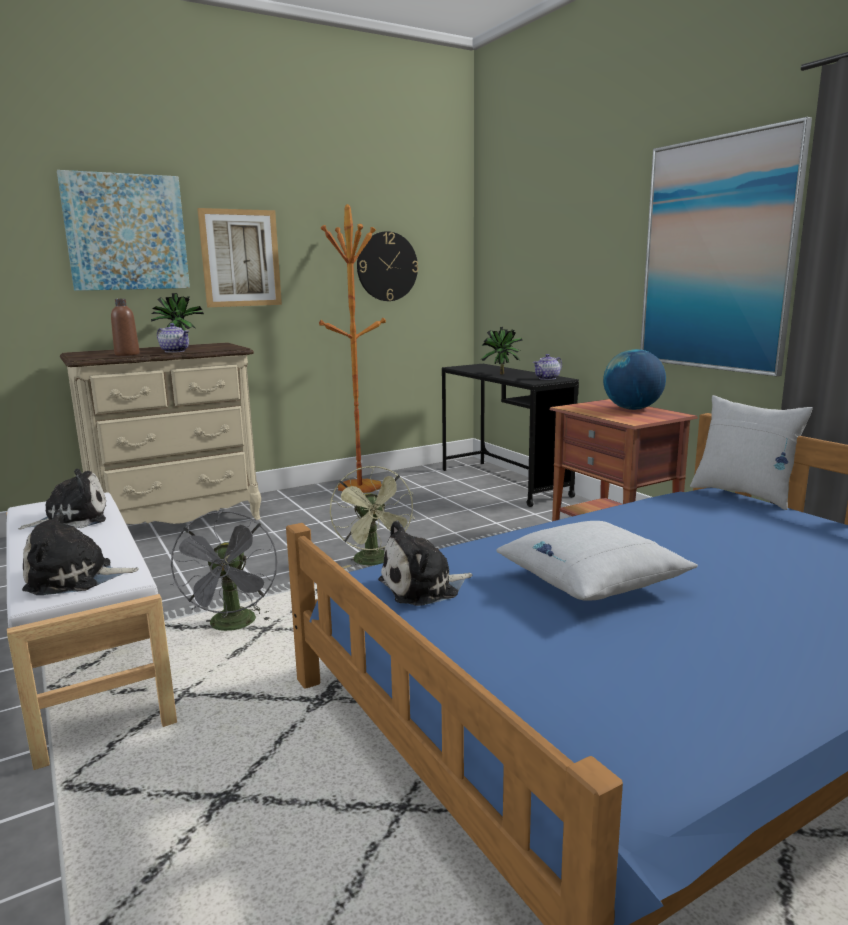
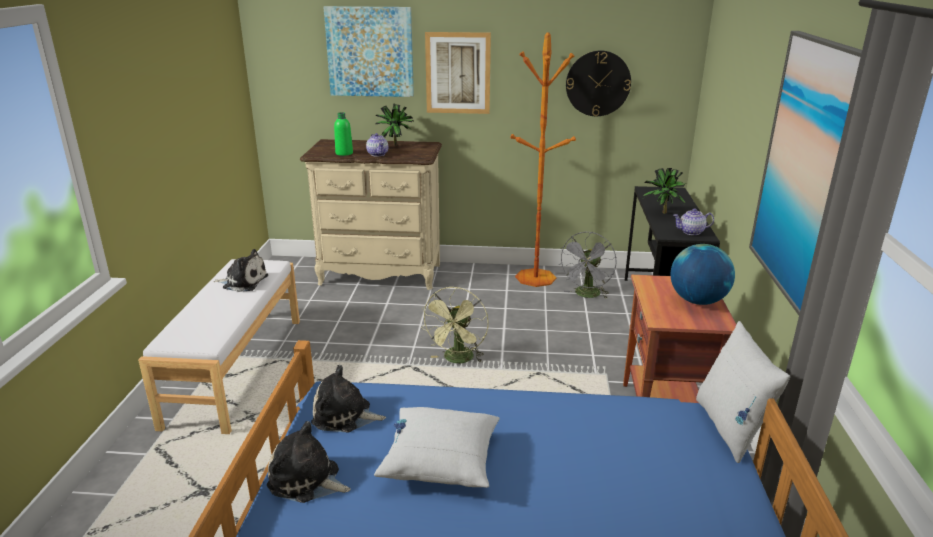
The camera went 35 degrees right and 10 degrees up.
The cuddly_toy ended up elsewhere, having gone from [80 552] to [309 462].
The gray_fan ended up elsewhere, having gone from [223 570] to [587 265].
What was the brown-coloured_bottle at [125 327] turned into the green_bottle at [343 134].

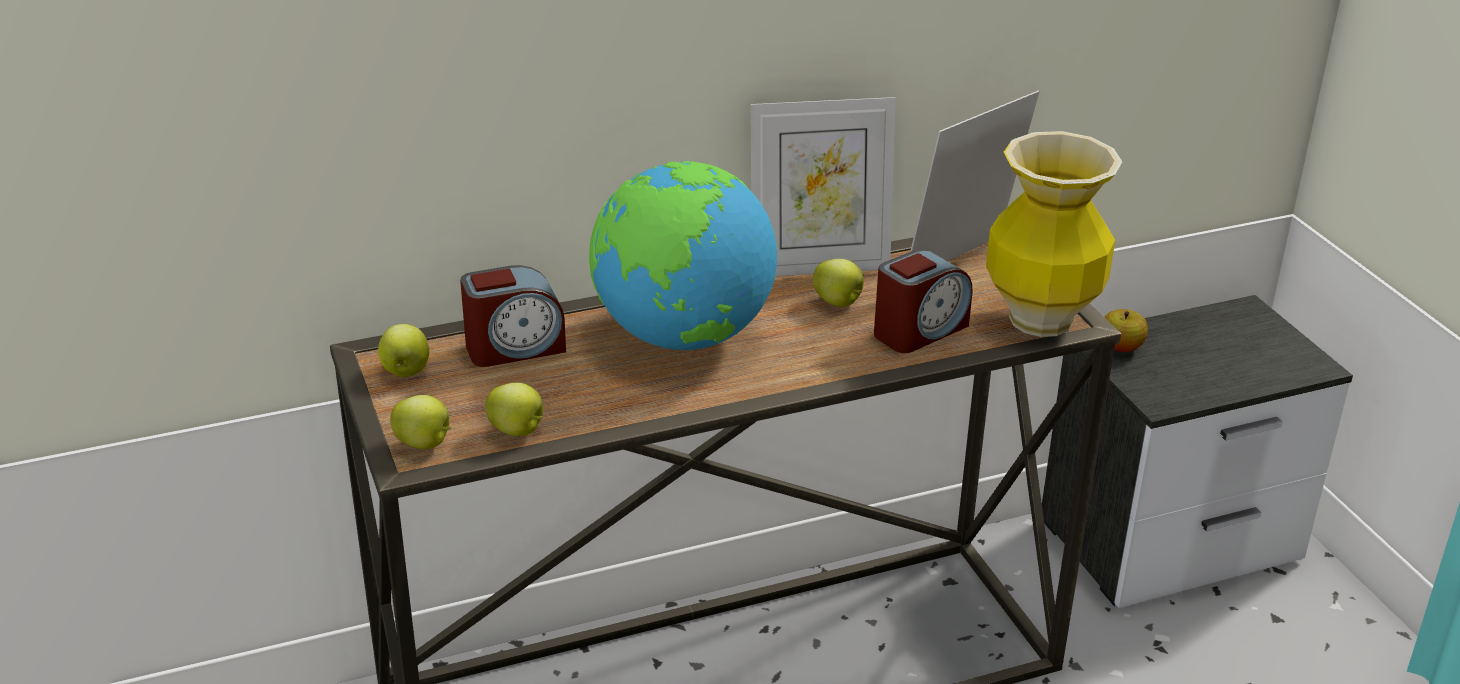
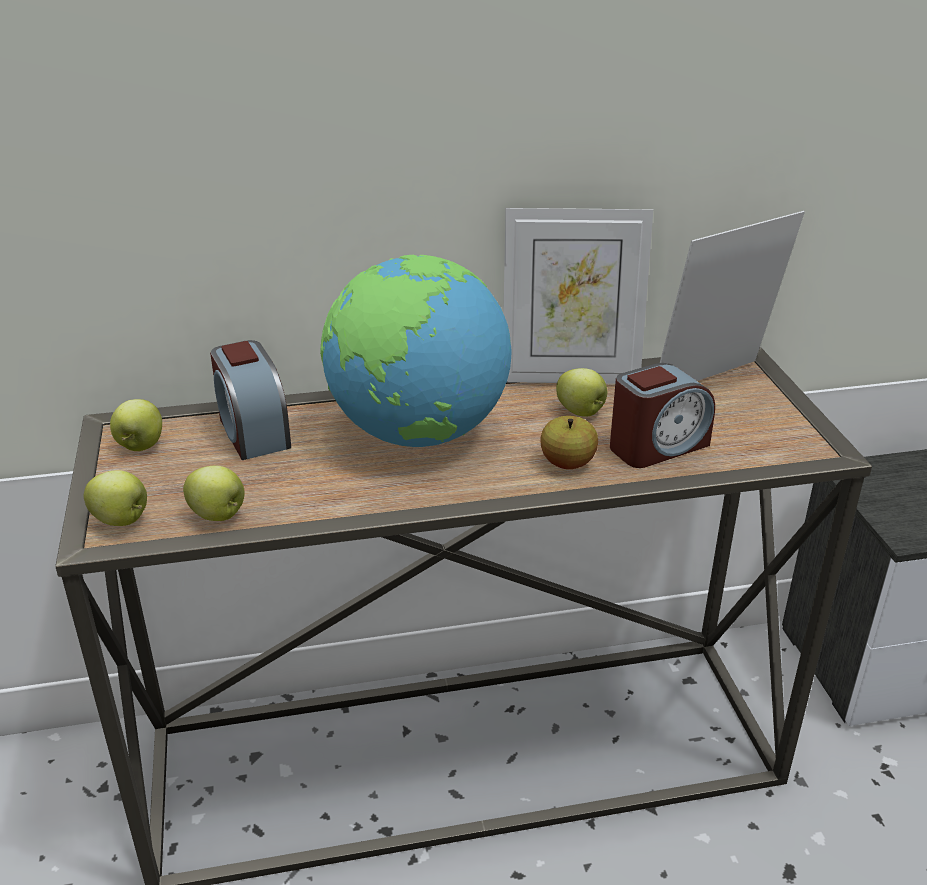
The camera went 10 degrees right and 0 degrees up.
The second view lost the decorative_vase at [1054 234].
The apple_fruit ended up elsewhere, having gone from [1126 330] to [569 442].
The table_clock at [513 316] ended up facing another way, 75 degrees clockwise from before.

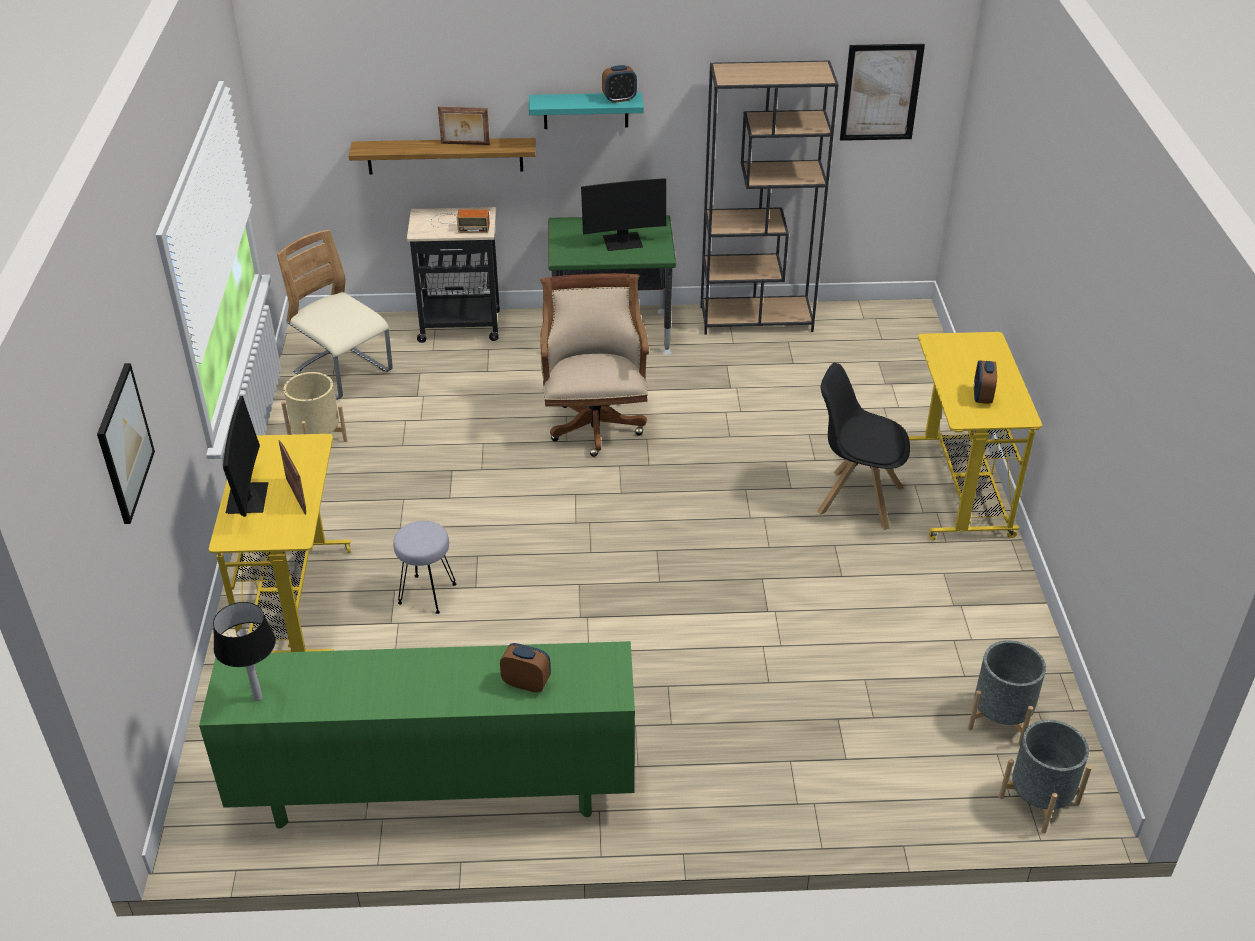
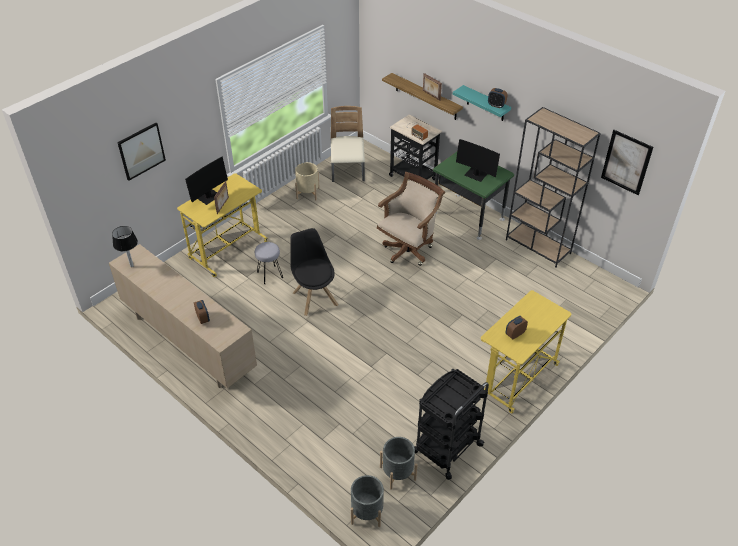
The camera went 45 degrees right and 5 degrees up.
The second view gained the black-coloured_wheeled_cart at [451 424].
The black-coloured_chair ended up elsewhere, having gone from [863 446] to [314 272].
What was the green_storage_cabinet at [417 734] turned into the beige_storage_cabinet at [183 316].

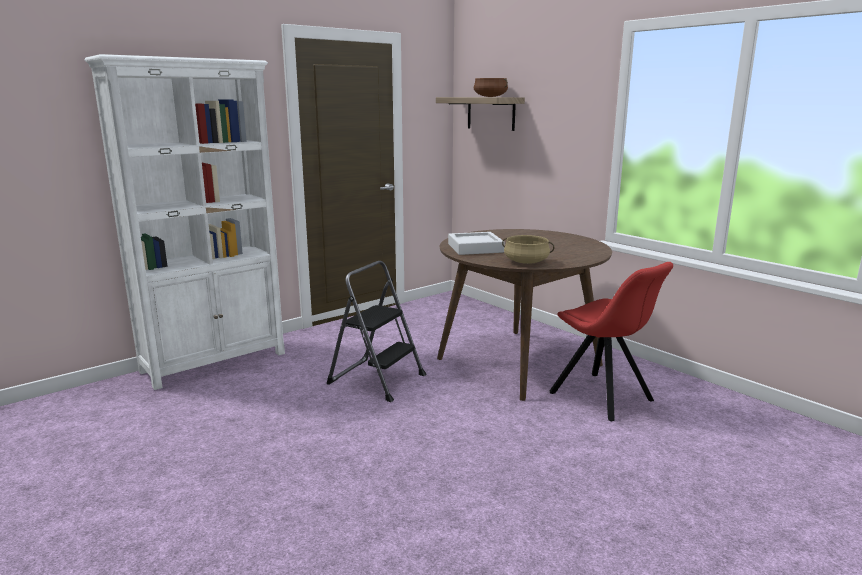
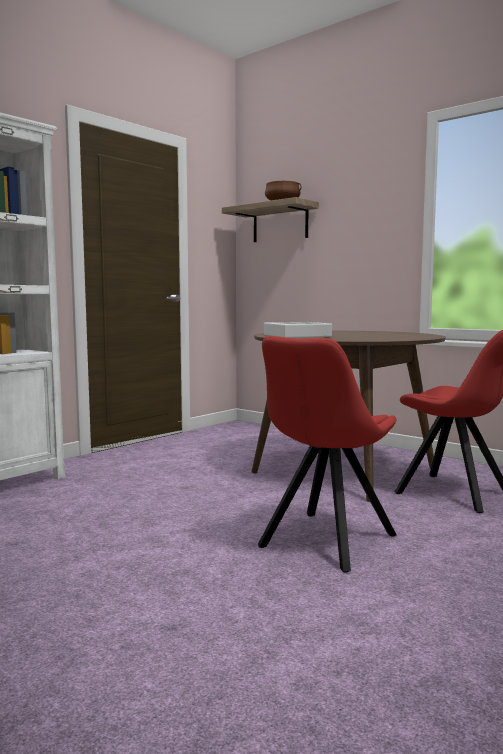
The camera went 10 degrees left and 10 degrees down.
The second view lost the black-coloured_stepladder at [376 331].
The second view lost the beige_saucepot at [528 249].
The second view gained the red_chair at [327 454].

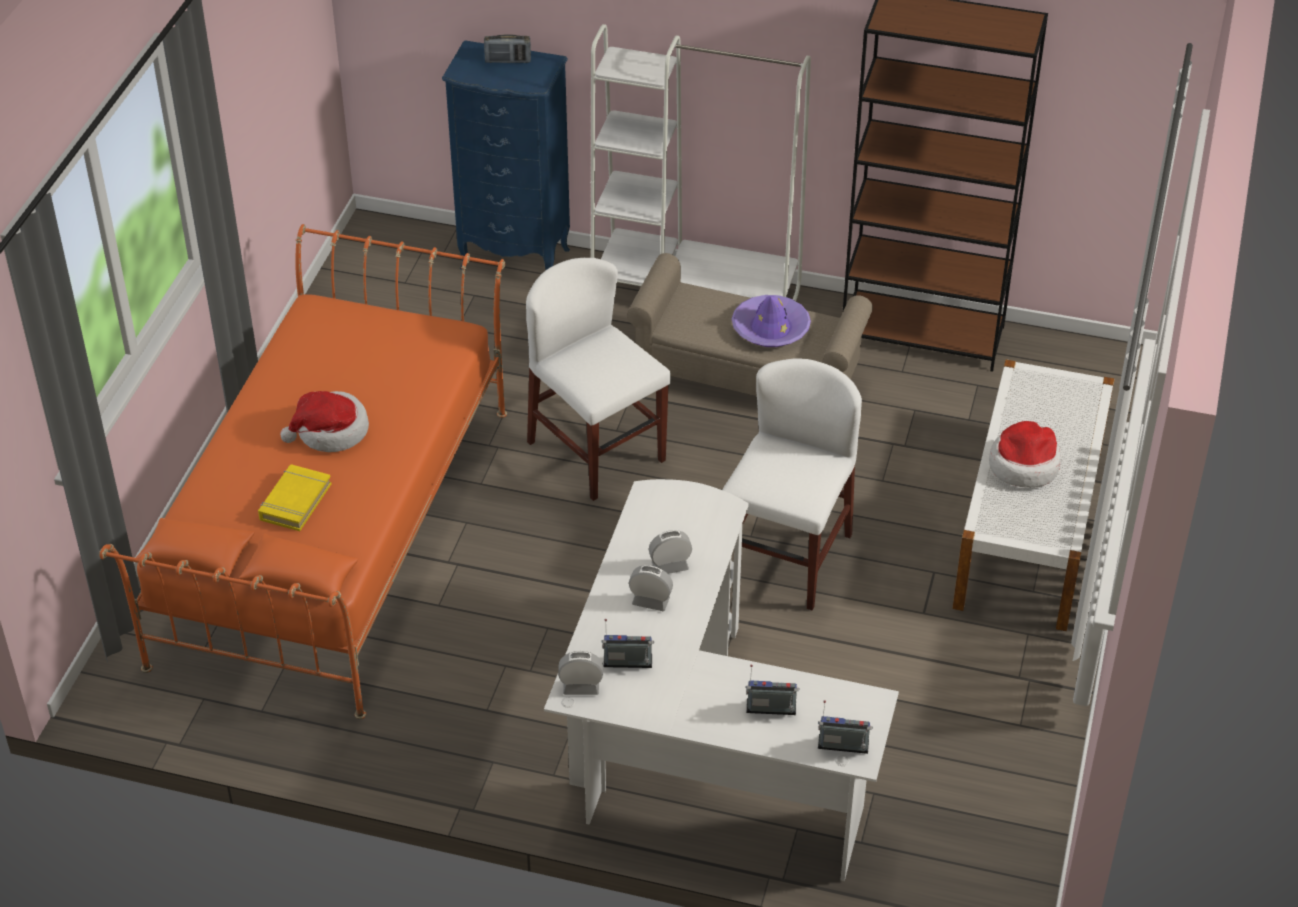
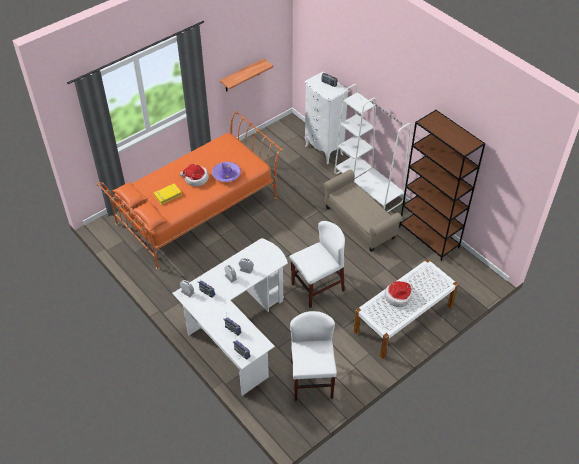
The camera went 35 degrees right and 5 degrees up.
The second view gained the wall_shelf at [246 75].
The whitish_chair ended up elsewhere, having gone from [598 379] to [313 356].
The purplish_wearable_hat ended up elsewhere, having gone from [771 321] to [226 172].
What was the bluish_dresser at [506 155] turned into the whitish_dresser at [327 118].

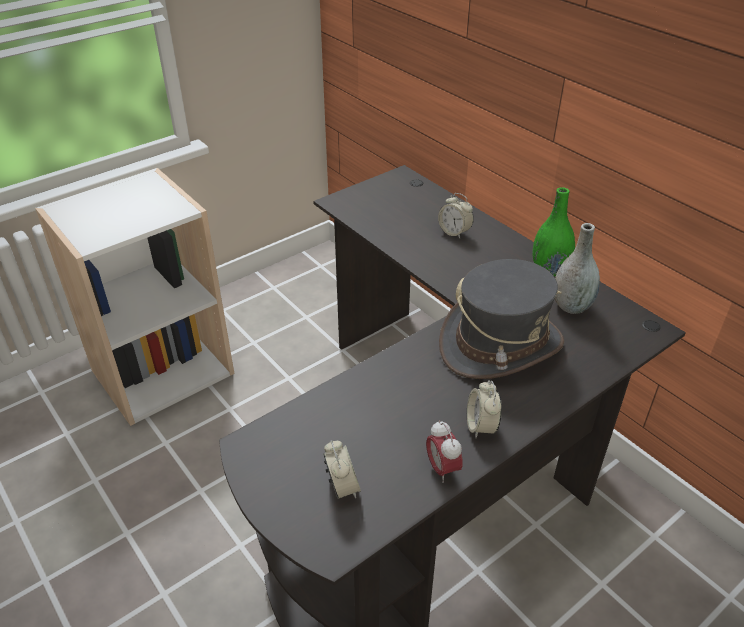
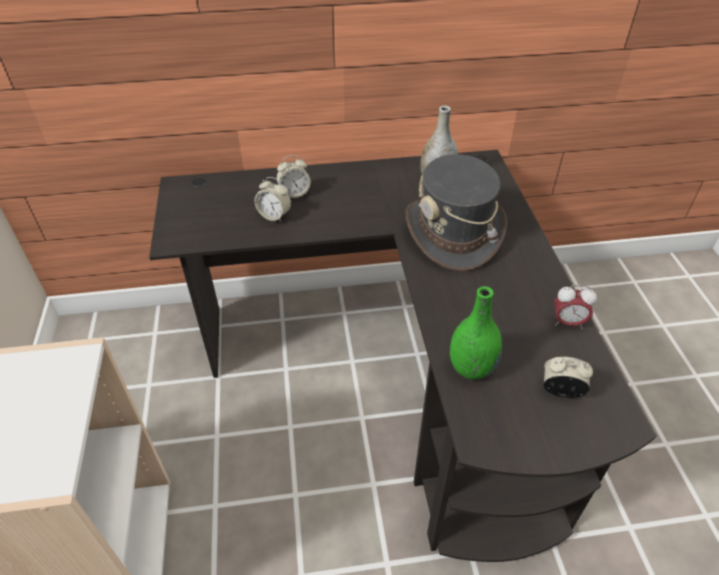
The camera went 60 degrees left and 5 degrees up.
The table_clock ended up elsewhere, having gone from [484 409] to [272 199].
The green_decorative_vase ended up elsewhere, having gone from [554 231] to [476 332].

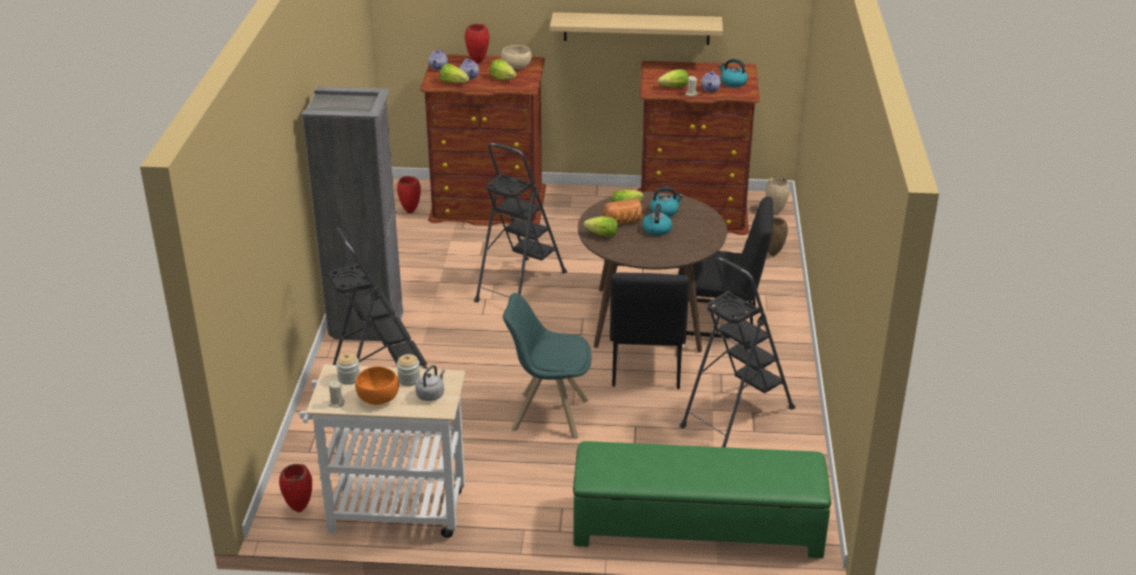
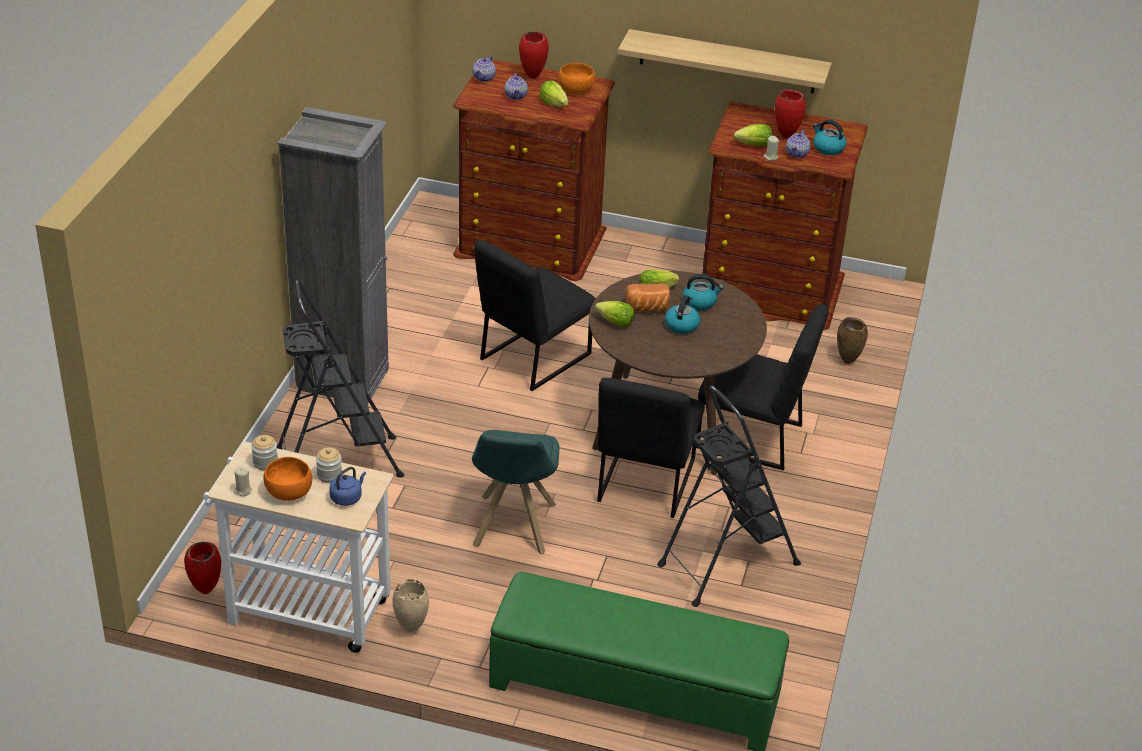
The camera went 10 degrees right and 5 degrees up.
The second view lost the lettuce at [454 73].
The red_decorative_vase ended up elsewhere, having gone from [409 194] to [790 113].
The beige_decorative_vase ended up elsewhere, having gone from [778 196] to [410 605].
Where the stepladder stood at [520 223], the black-coloured_chair came to stand at [535 315].
What was the gray_water_kettle at [430 383] turned into the bluish_water_kettle at [348 486].
What was the beige_bowl at [516 57] turned into the orange_bowl at [576 78].
The turquoise_chair at [547 366] ended up facing another way, 105 degrees counterclockwise from before.

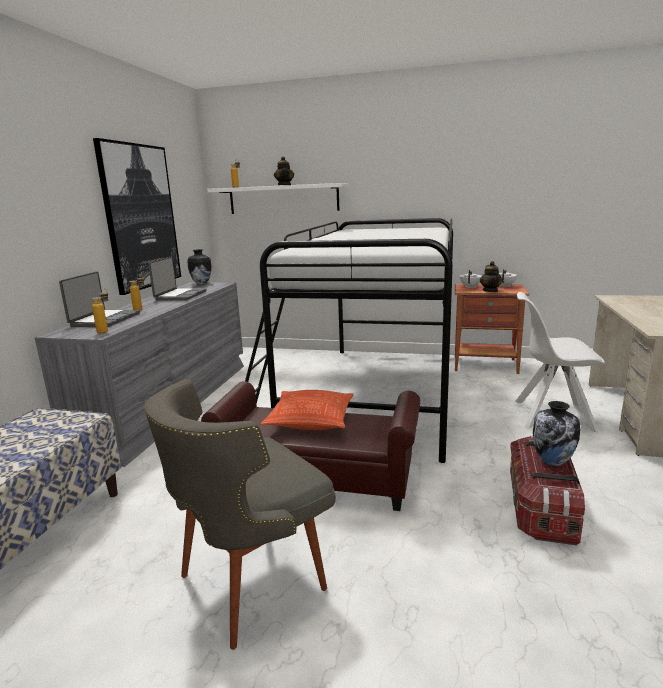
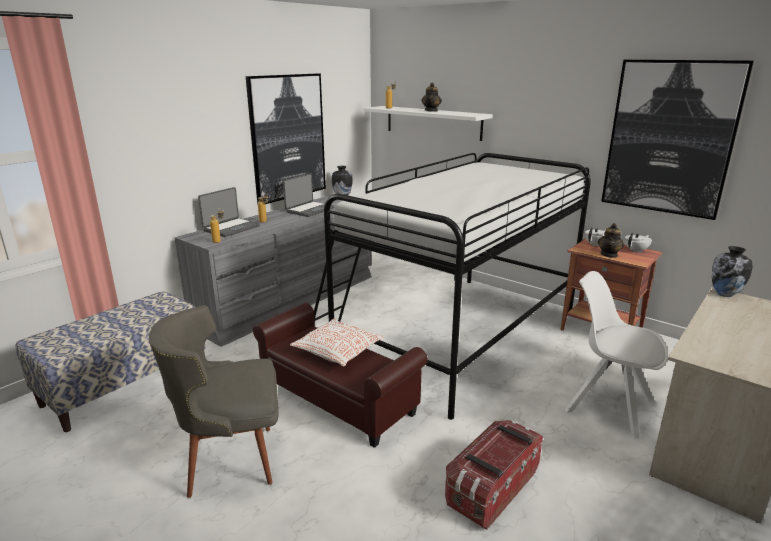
The camera went 25 degrees right and 5 degrees up.
The second view gained the picture at [677 140].
The decorative_vase ended up elsewhere, having gone from [556 433] to [732 271].
What was the orange_throw_pillow at [307 410] turned into the whitish_throw_pillow at [337 342].

